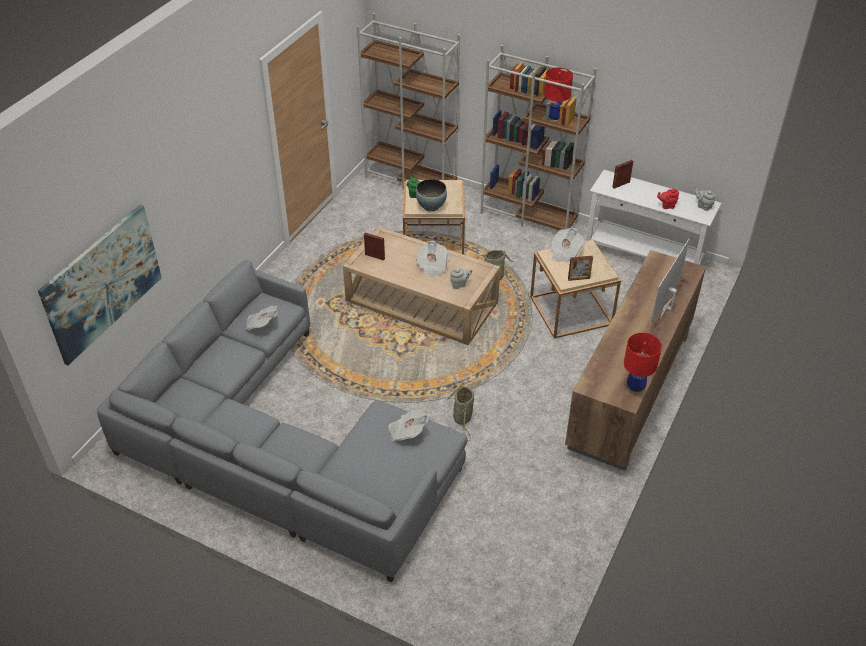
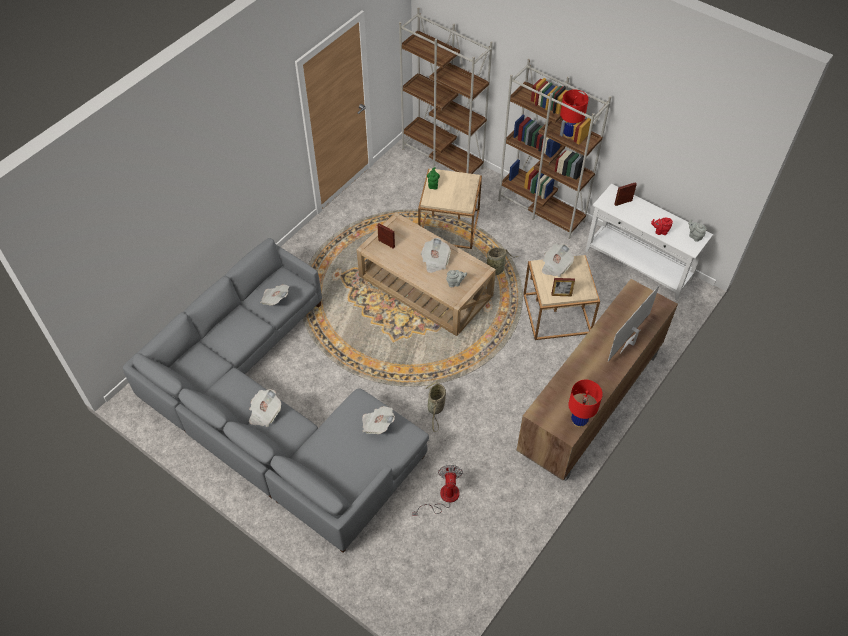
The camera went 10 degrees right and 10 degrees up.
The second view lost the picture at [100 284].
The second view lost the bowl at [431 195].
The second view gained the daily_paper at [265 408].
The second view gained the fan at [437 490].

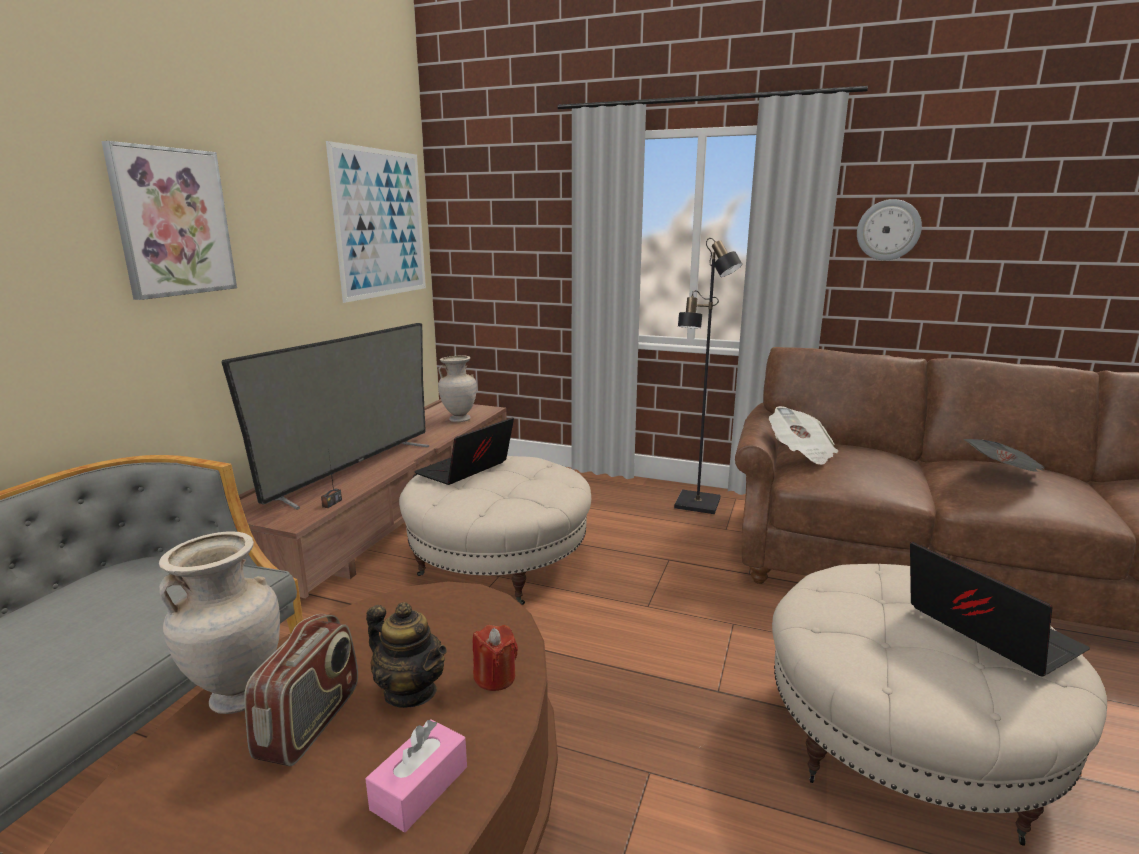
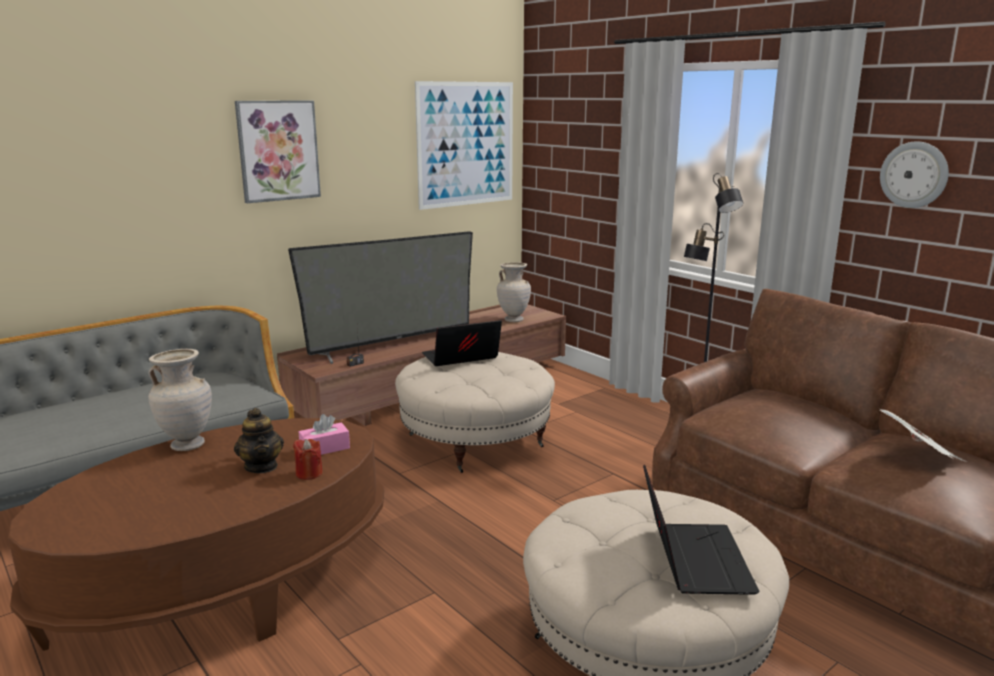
The camera went 30 degrees right and 0 degrees up.
The second view lost the radio_receiver at [301 690].
The second view lost the daily_paper at [803 435].
The pink-coloured_tissue_box ended up elsewhere, having gone from [416 776] to [324 434].

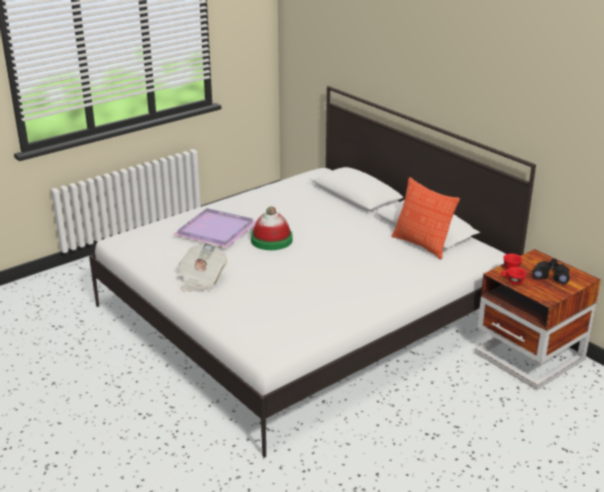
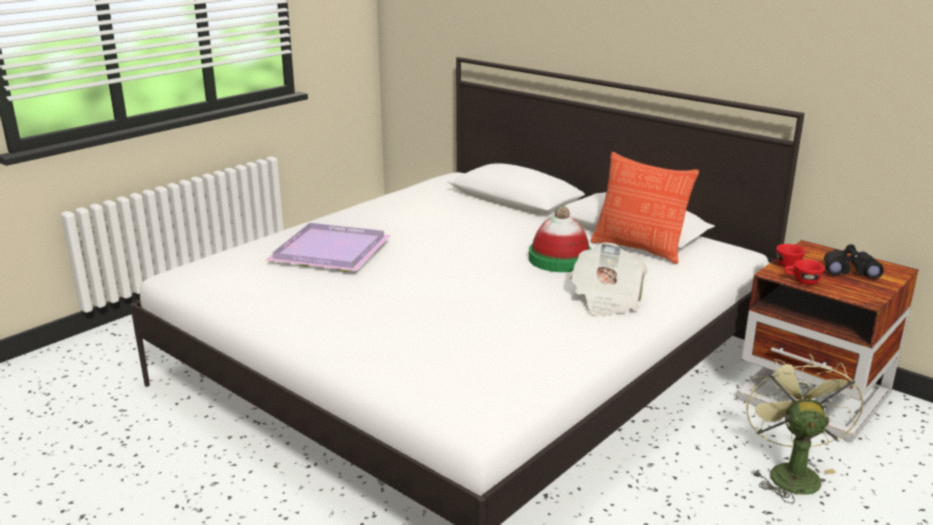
The camera went 10 degrees left and 5 degrees down.
The second view gained the green_fan at [805 428].
The daily_paper ended up elsewhere, having gone from [202 267] to [609 280].
The wearable_hat ended up elsewhere, having gone from [272 228] to [560 239].

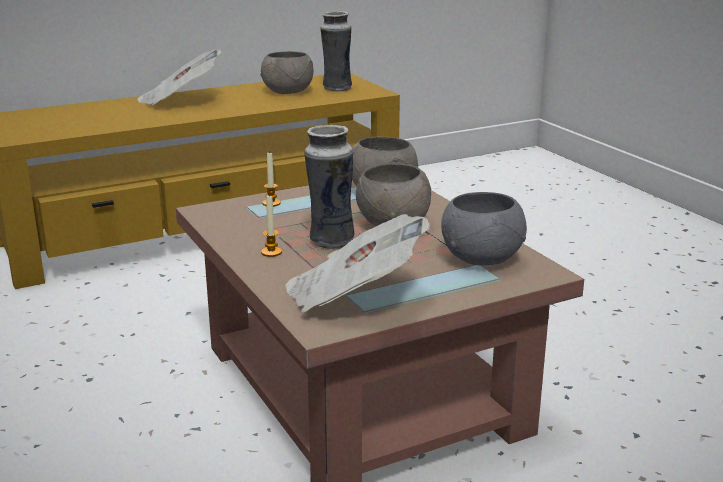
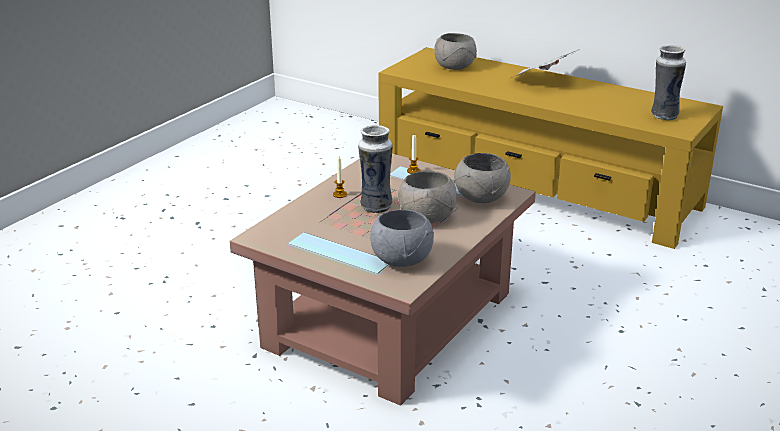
The camera went 60 degrees right and 5 degrees up.
The second view lost the daily_paper at [357 263].
The gray_bowl ended up elsewhere, having gone from [287 72] to [455 51].

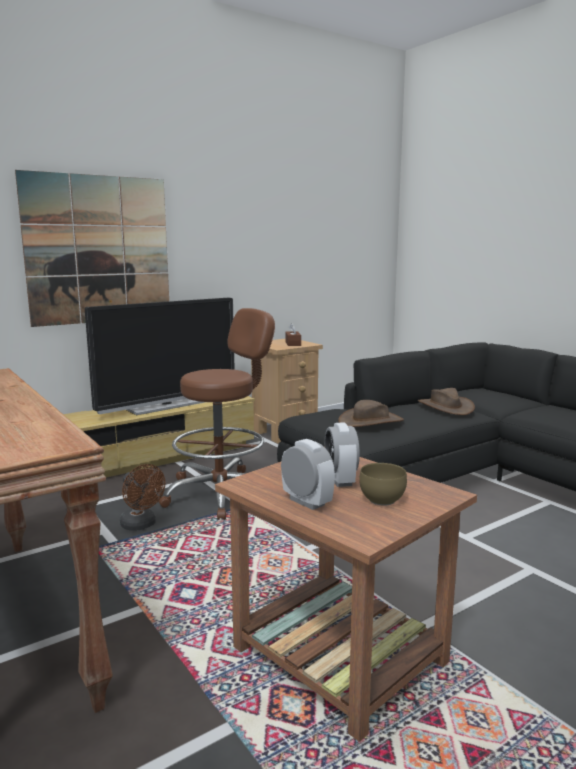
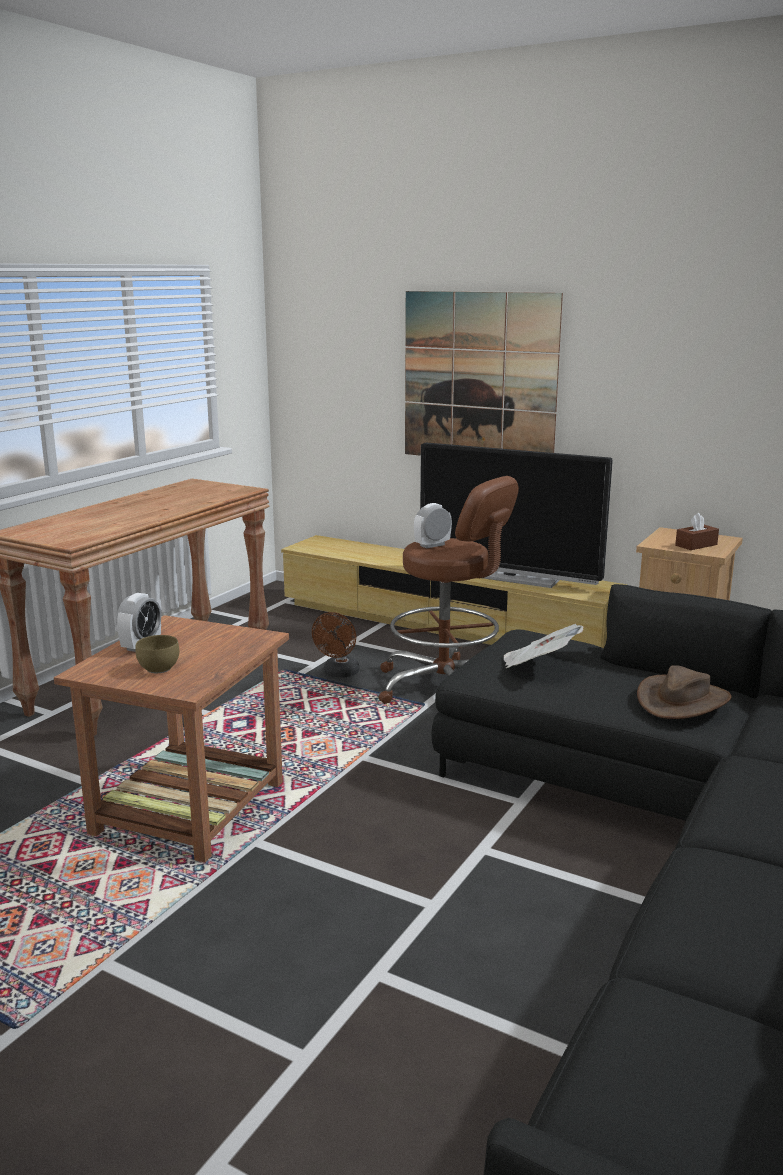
The camera went 65 degrees right and 5 degrees up.
The table_clock ended up elsewhere, having gone from [342 454] to [433 525].
Where the brown-coloured_wearable_hat stood at [371 413], the daily_paper came to stand at [543 646].

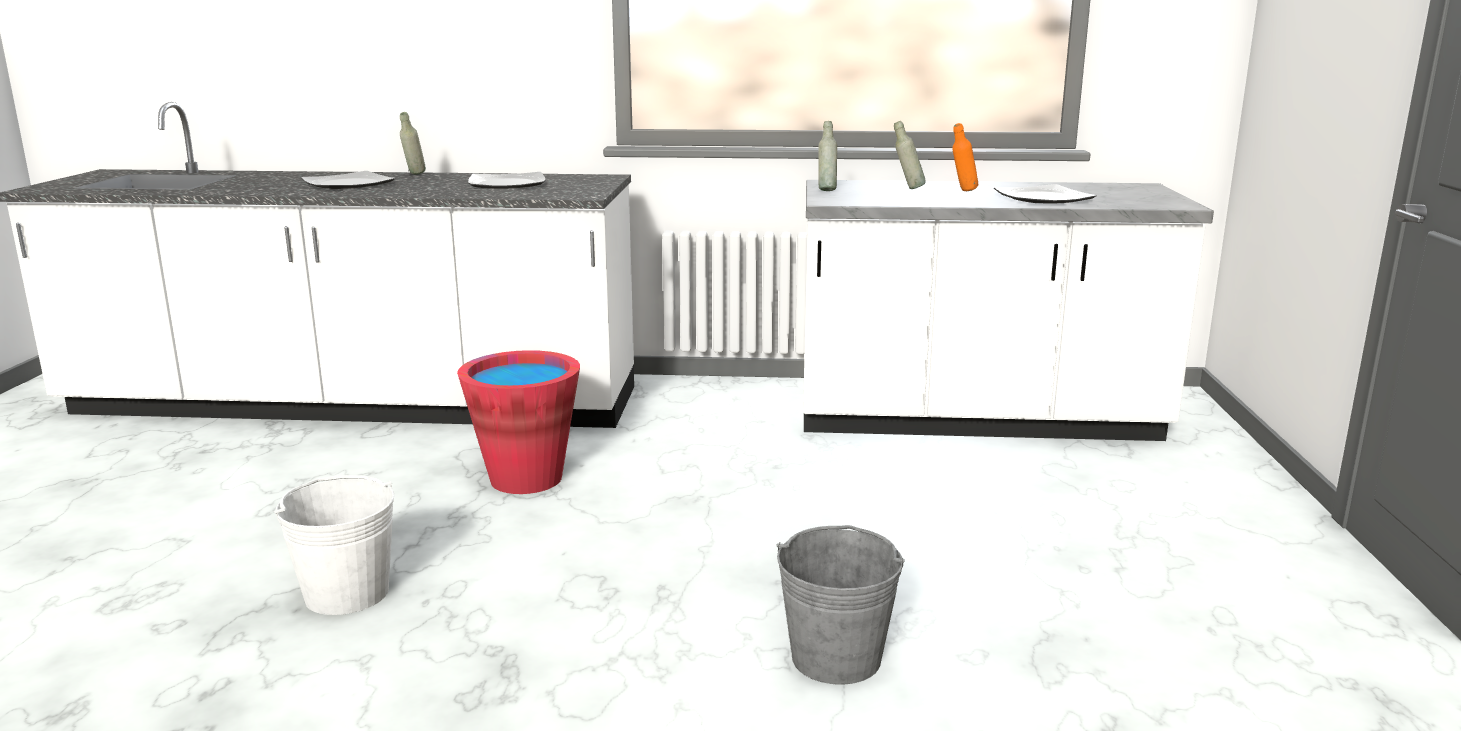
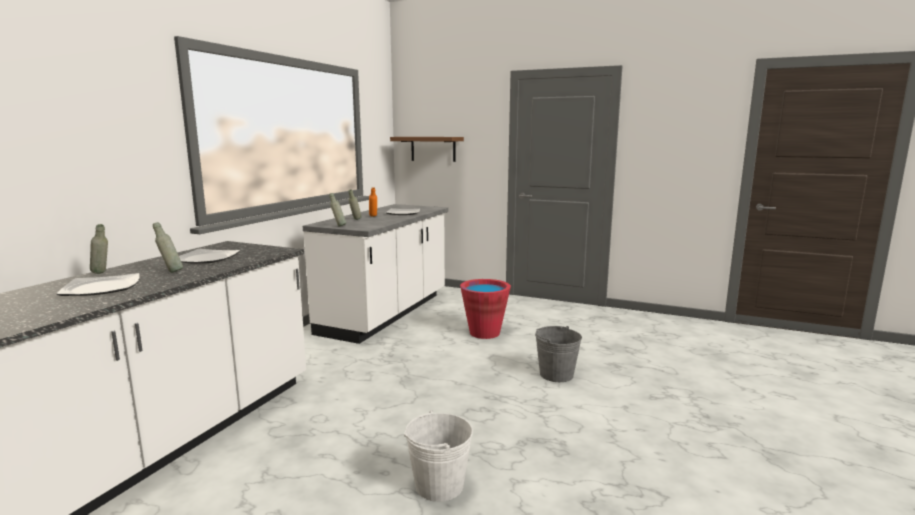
The camera went 70 degrees left and 5 degrees down.
The second view gained the gray_bottle at [168 247].
The second view gained the brown-coloured_wall_shelf at [427 149].
The red_water_bucket ended up elsewhere, having gone from [518 422] to [485 309].

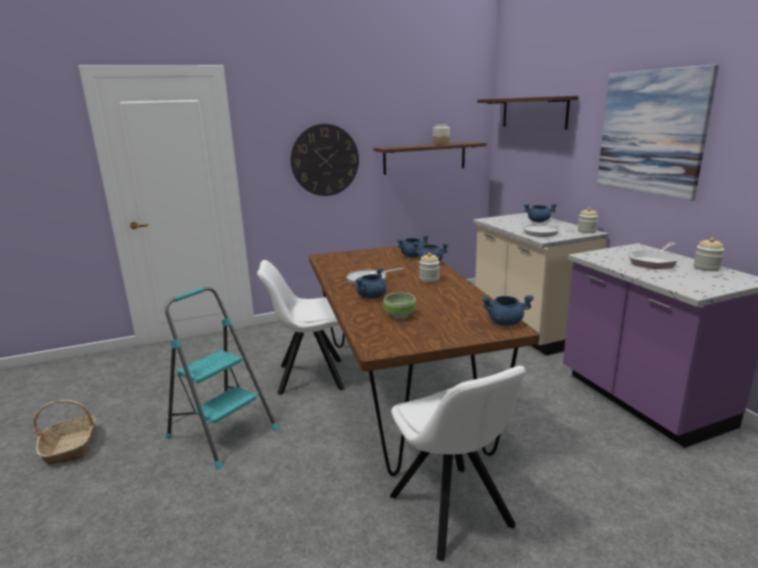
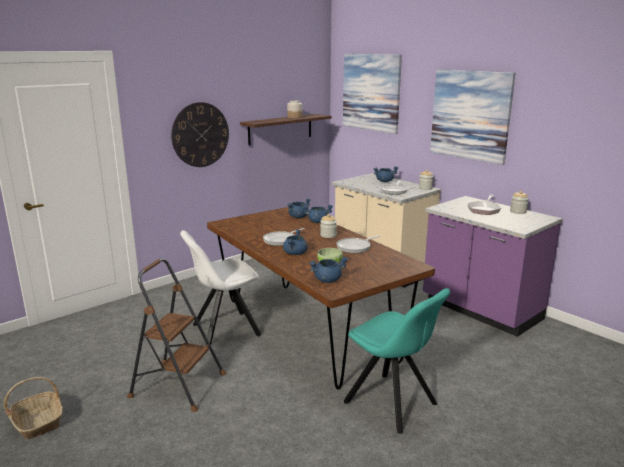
The camera went 20 degrees left and 0 degrees up.
The second view gained the skillet at [358 244].
The bluish_saucepot ended up elsewhere, having gone from [508 310] to [328 270].
Where the wall_shelf hung at [528 112], the picture came to hang at [372 94].
What was the turquoise_stepladder at [222 378] turned into the brown-coloured_stepladder at [176 335].
What was the whitish_chair at [458 463] turned into the turquoise_chair at [397 361].

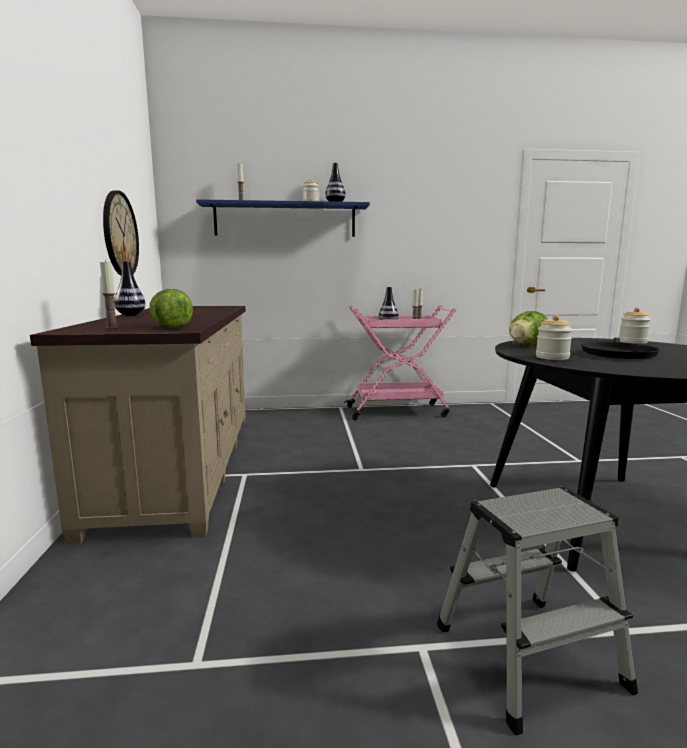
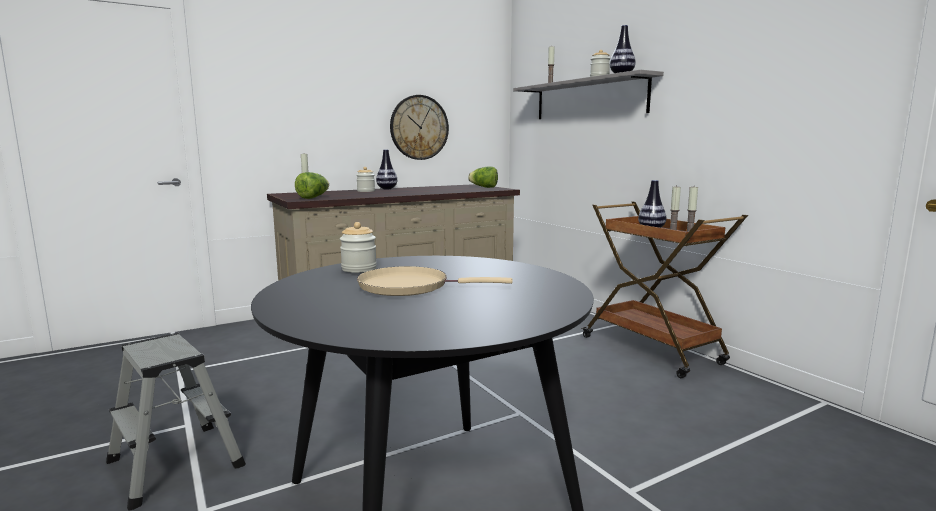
The camera went 65 degrees right and 0 degrees up.
The lettuce ended up elsewhere, having gone from [528 328] to [483 177].
The preserve_jar ended up elsewhere, having gone from [635 325] to [365 179].
What was the bluish_wall_shelf at [283 218] turned into the gray_wall_shelf at [588 94].
What was the pink-coloured_wheeled_cart at [400 363] turned into the brown-coloured_wheeled_cart at [664 289].
What was the black-coloured_skillet at [620 348] turned into the beige_skillet at [435 281].

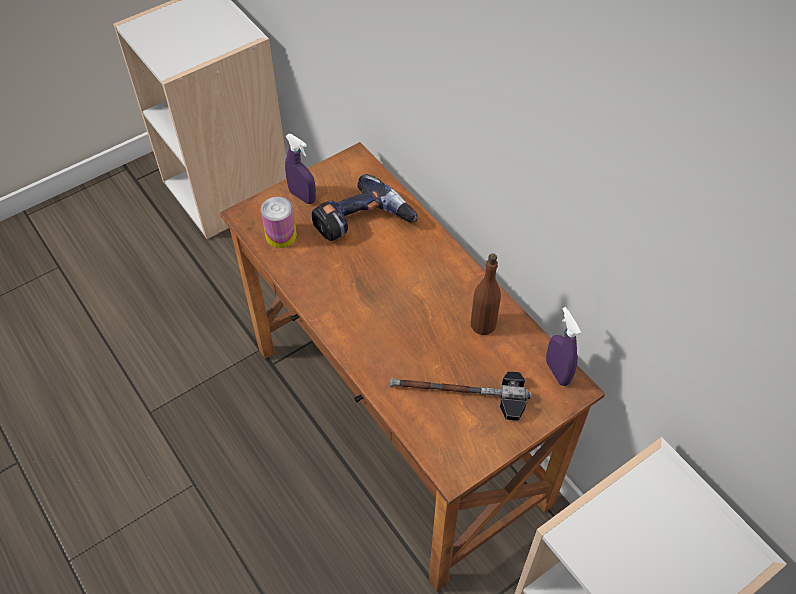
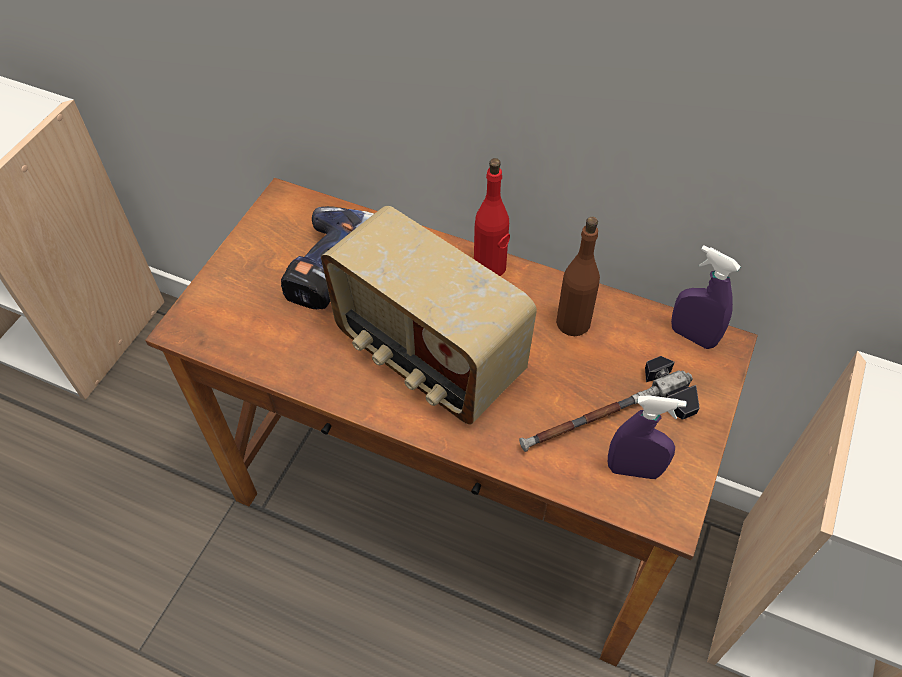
The camera went 30 degrees left and 0 degrees up.
The second view lost the can at [279 222].
The second view gained the radio_receiver at [429 315].
The second view gained the red_bottle at [492 217].
The purplish_sprayer ended up elsewhere, having gone from [300 169] to [647 437].

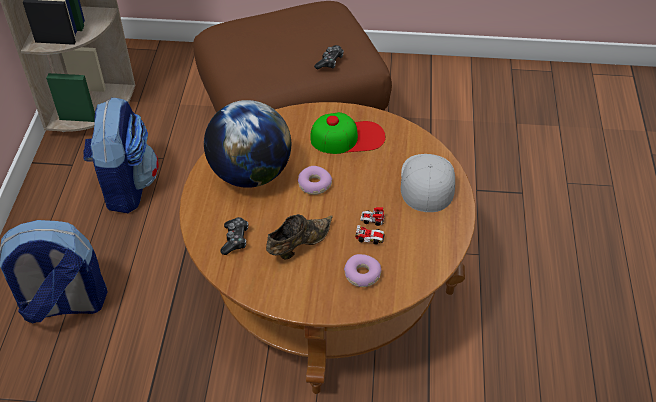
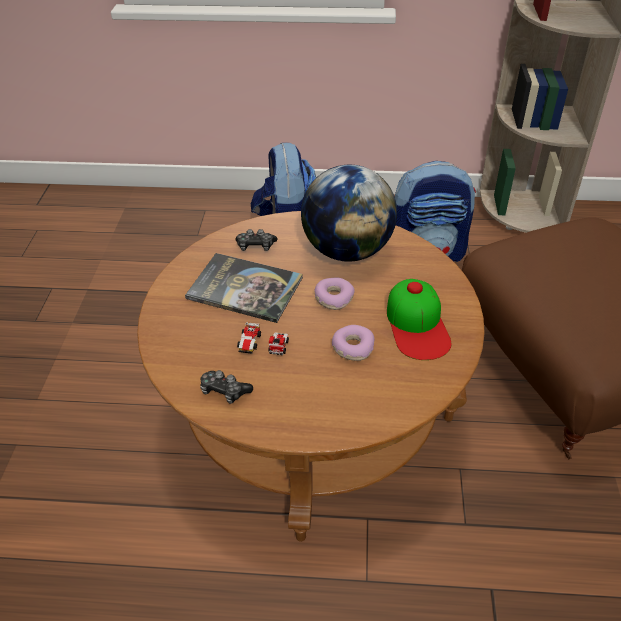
The camera went 90 degrees right and 5 degrees down.
The second view lost the whitish_peaked_cap at [428 183].
The gamepad ended up elsewhere, having gone from [329 57] to [226 387].
The ring_doughnut ended up elsewhere, having gone from [362 270] to [353 343].
Where the brown-coloured_shoe stood at [299 236], the book came to stand at [244 288].

